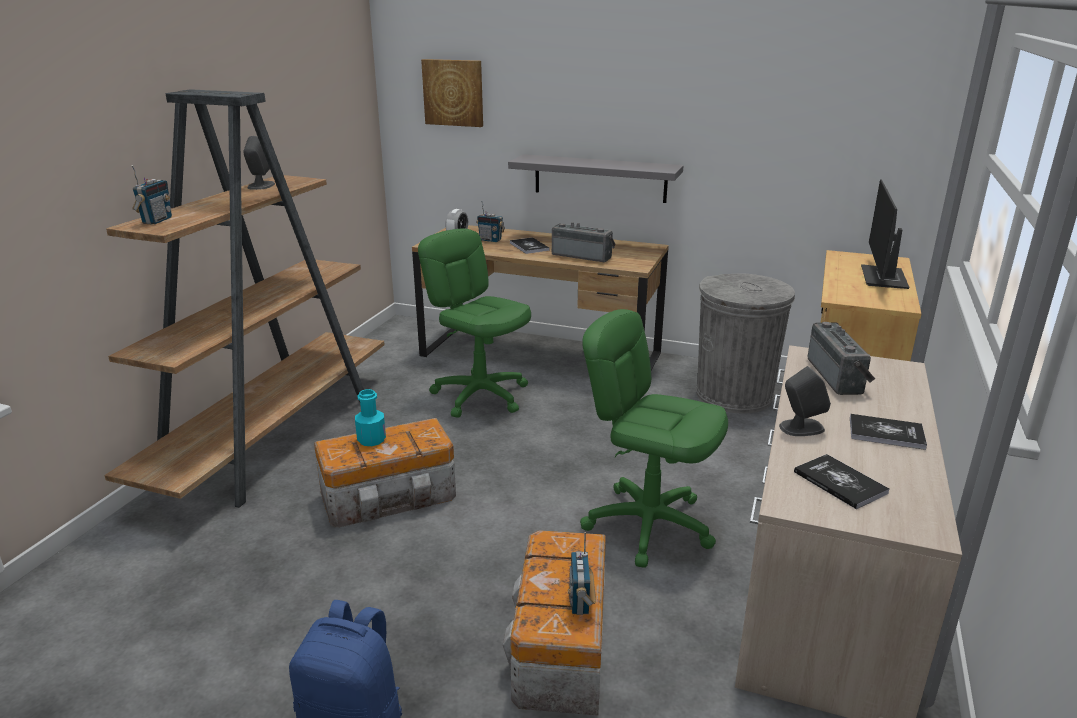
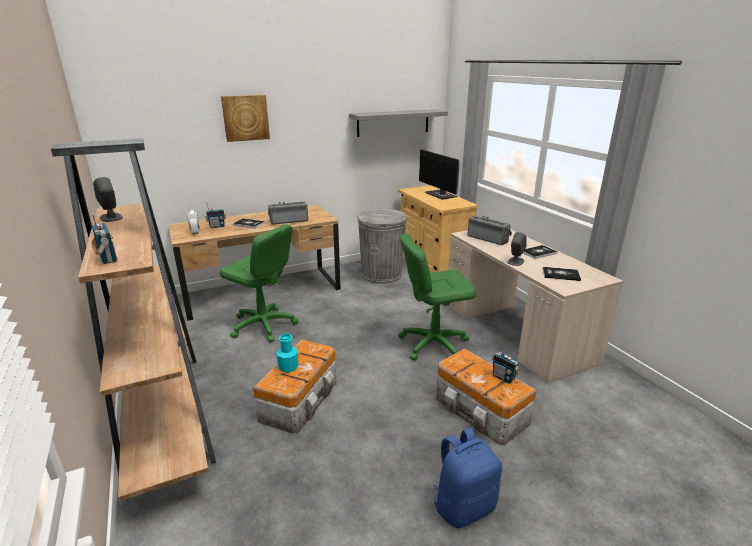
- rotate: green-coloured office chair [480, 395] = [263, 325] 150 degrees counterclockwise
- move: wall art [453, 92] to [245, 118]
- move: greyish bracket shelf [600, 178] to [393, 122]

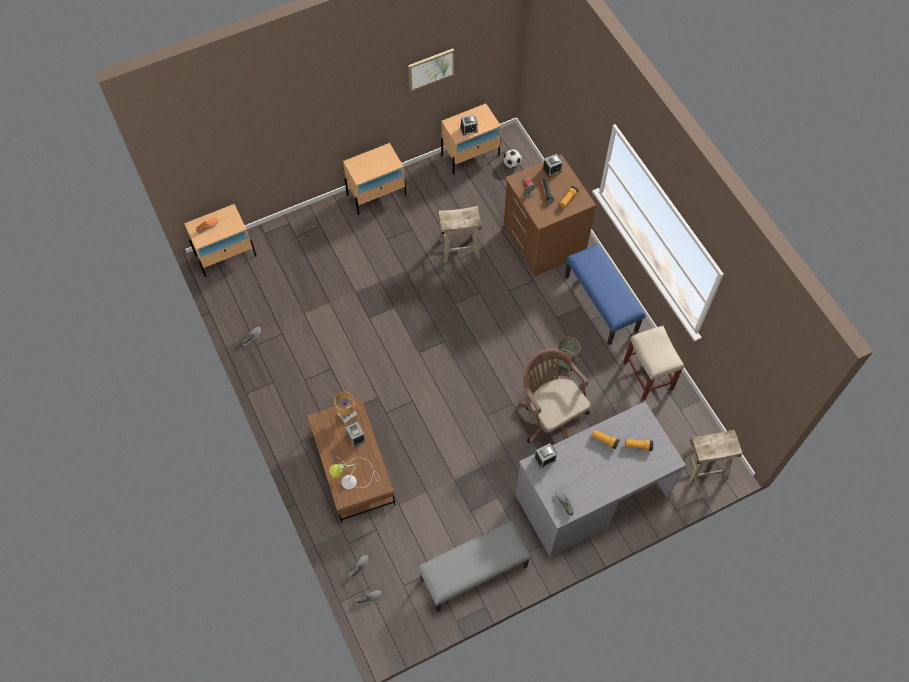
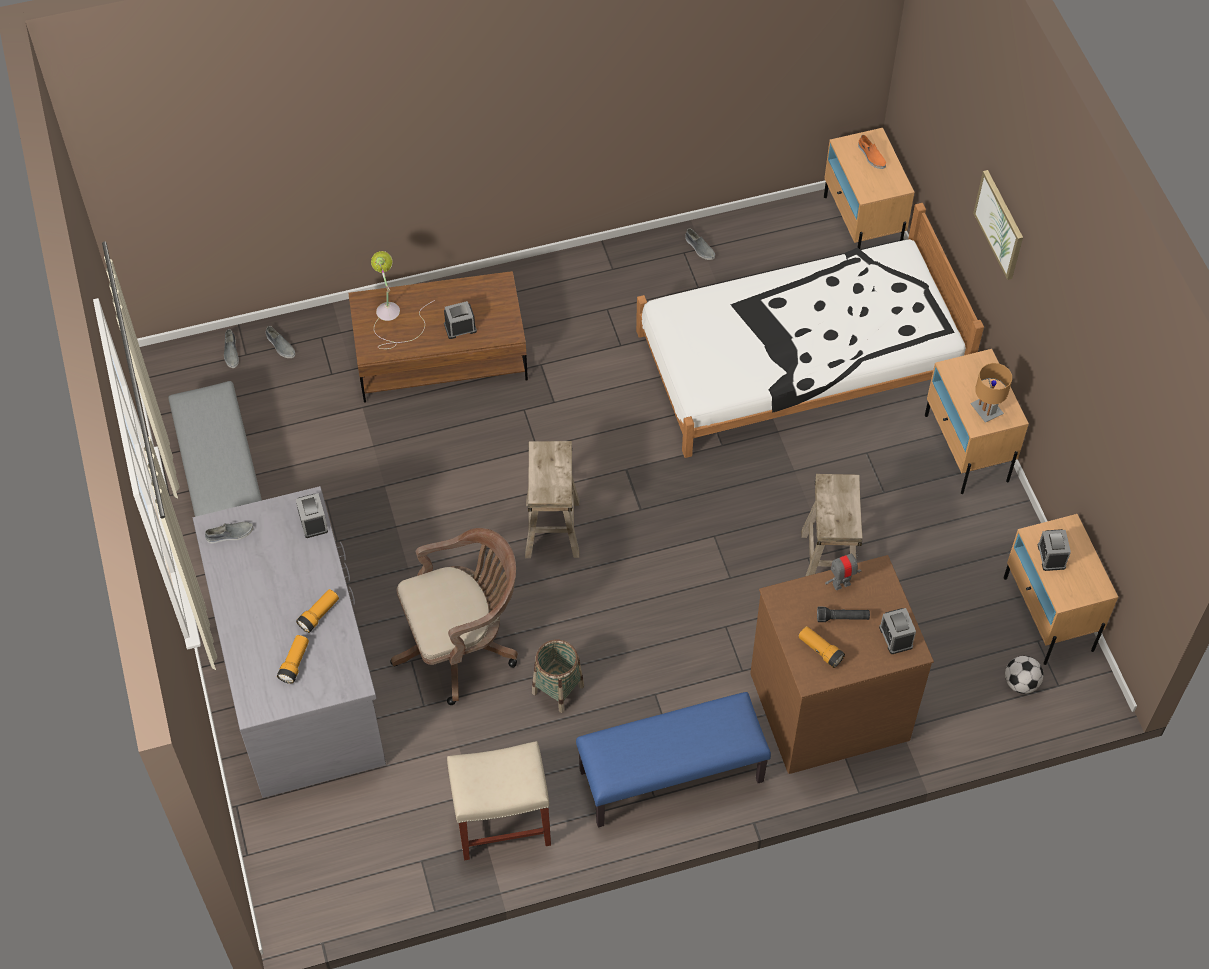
- move: brown-coloured table lamp [347, 415] to [986, 410]
- move: wall art [430, 69] to [1000, 224]
- move: sand-coloured stool [703, 468] to [551, 528]
- insert: white-coloured sleeping bed [801, 358]

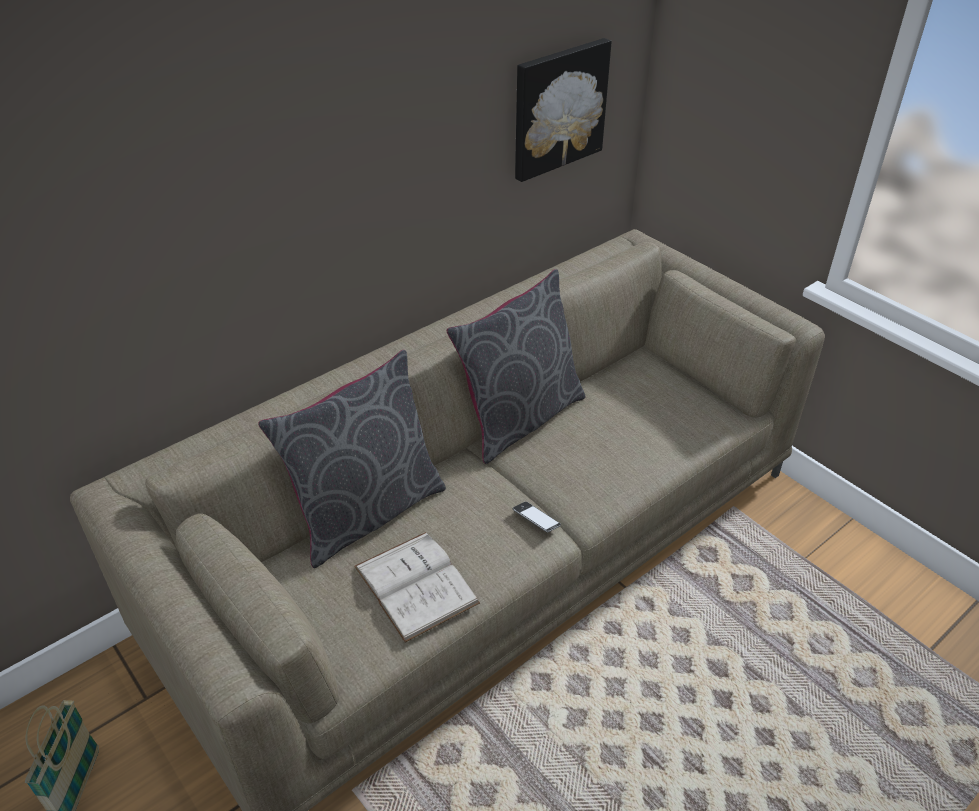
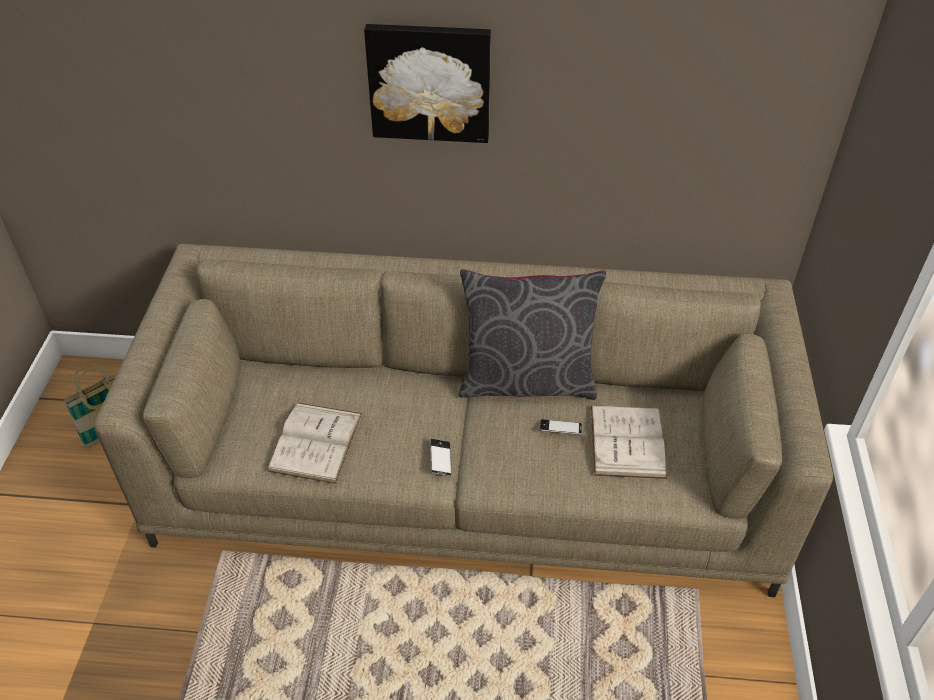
- delete: greyish throw pillow [366, 512]
- move: wall art [558, 108] to [430, 82]
- insert: phone [560, 429]
- insert: white-coloured volume [627, 441]

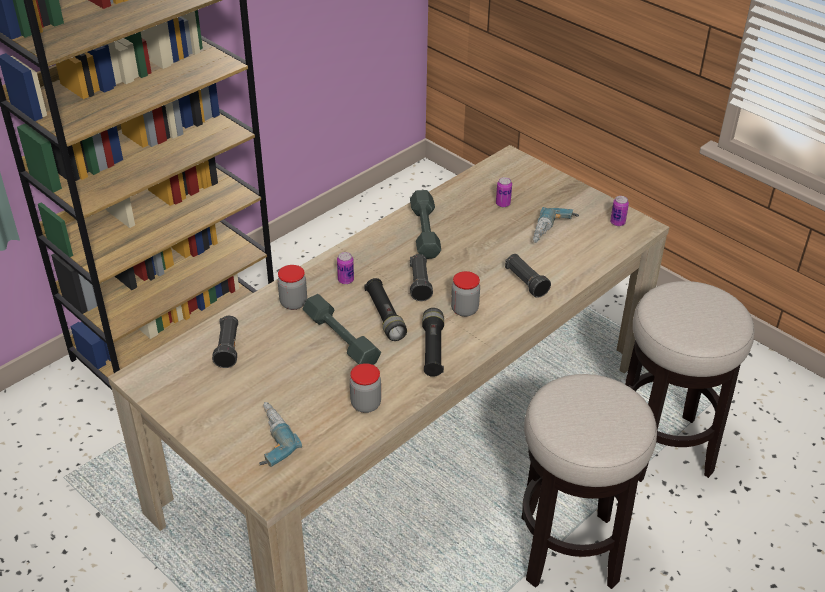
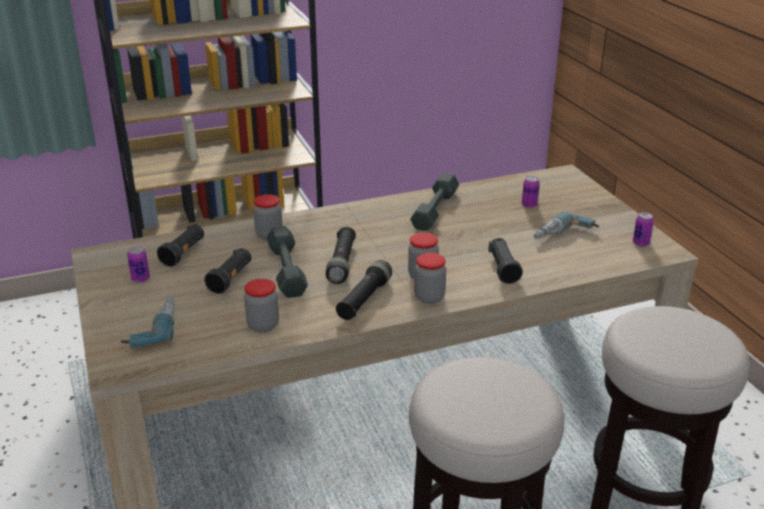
- move: sealed can [346, 280] to [140, 279]
- move: black torch [420, 284] to [231, 279]
- insert: jar [429, 297]

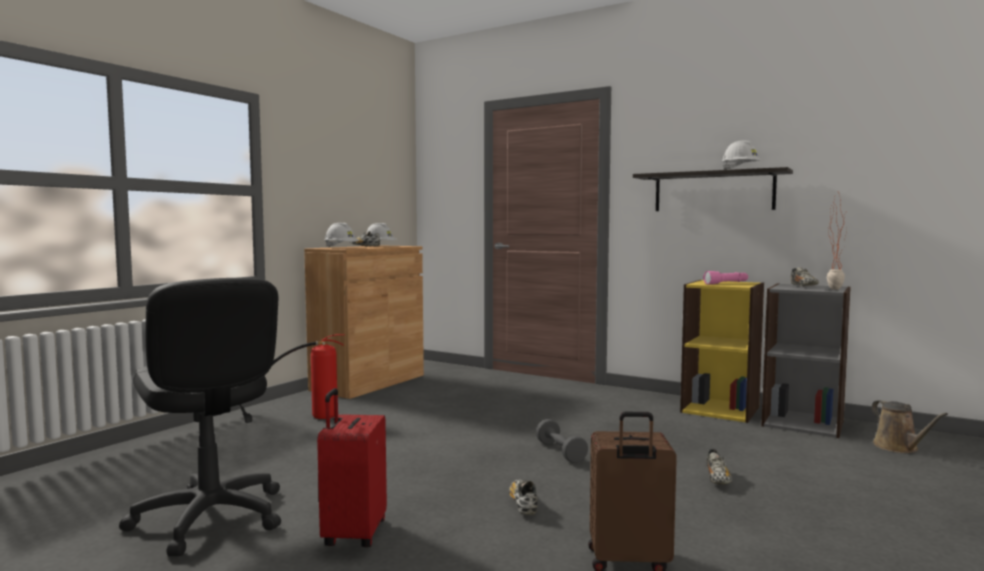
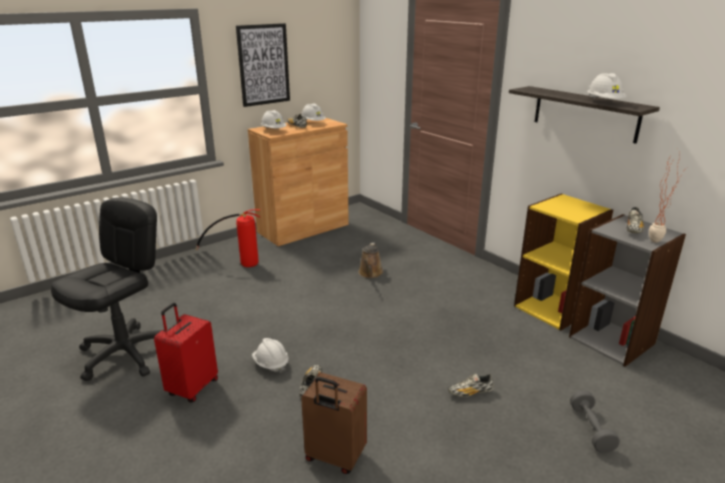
- rotate: black office chair [209, 518] = [126, 353] 135 degrees counterclockwise
- move: greyish hand weight [560, 452] to [591, 429]
- delete: pinkish torch [726, 283]
- rotate: item of footwear [717, 479] = [470, 392] 45 degrees clockwise
- move: brown-coloured sprinkling can [898, 448] to [370, 273]
- insert: wall art [263, 65]
- insert: white-coloured hard hat [271, 364]

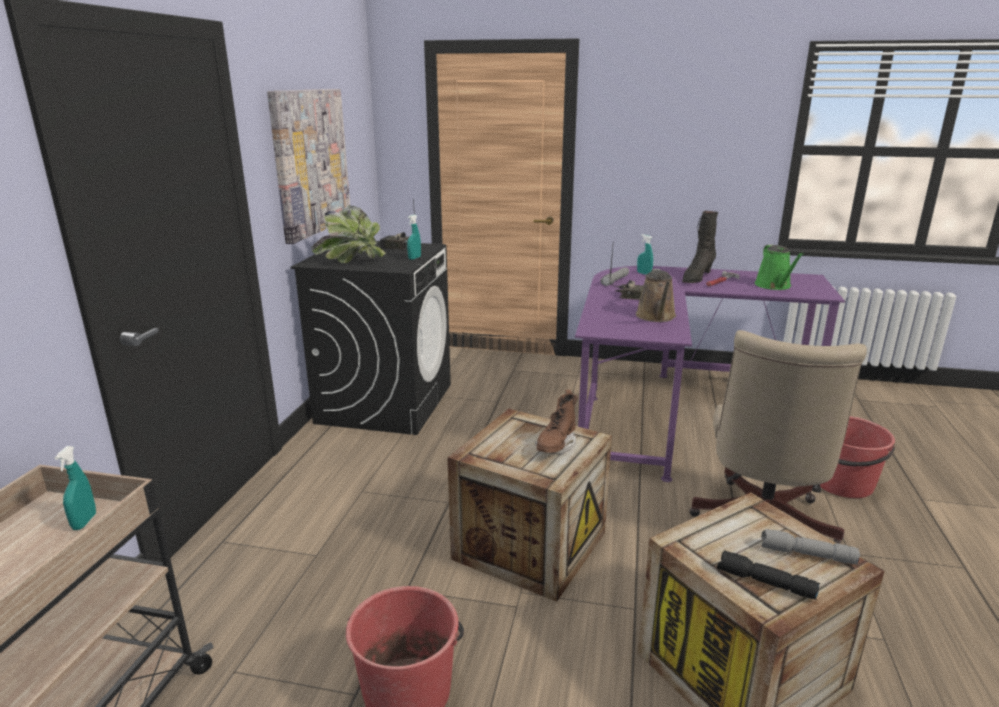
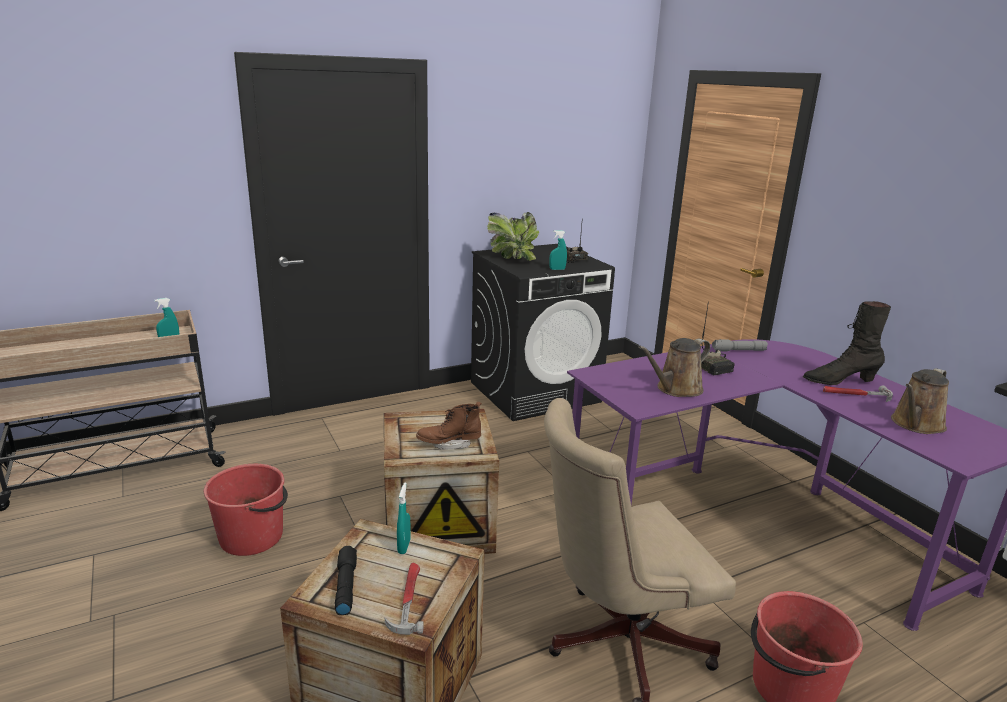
- delete: wall art [310, 162]
- move: turquoise-coloured hand sprayer [644, 273] to [404, 546]
- recolor: green-coloured sprinkling can [774, 286] to brown-coloured sprinkling can [916, 425]
- replace: greyish torch [806, 555] to hammer [407, 600]

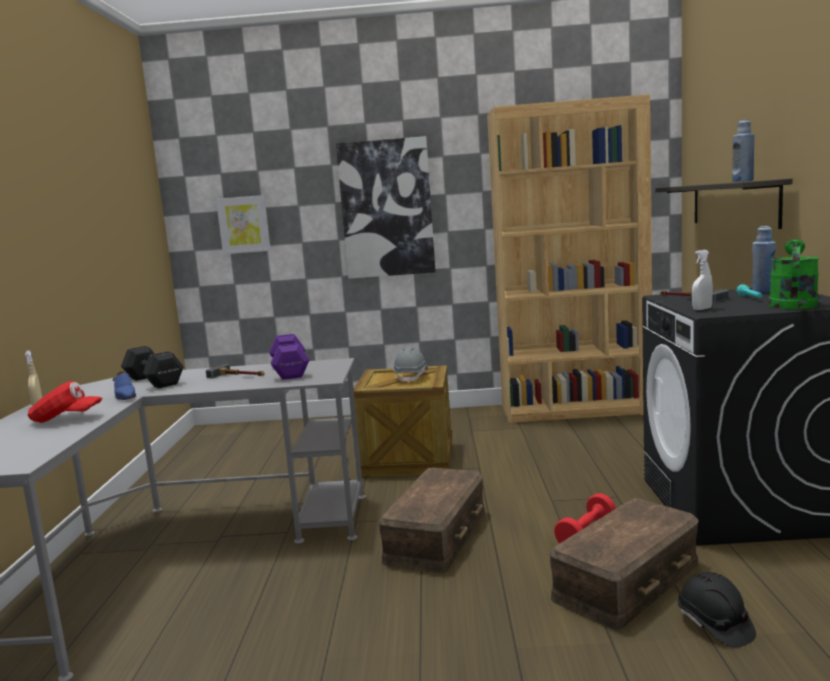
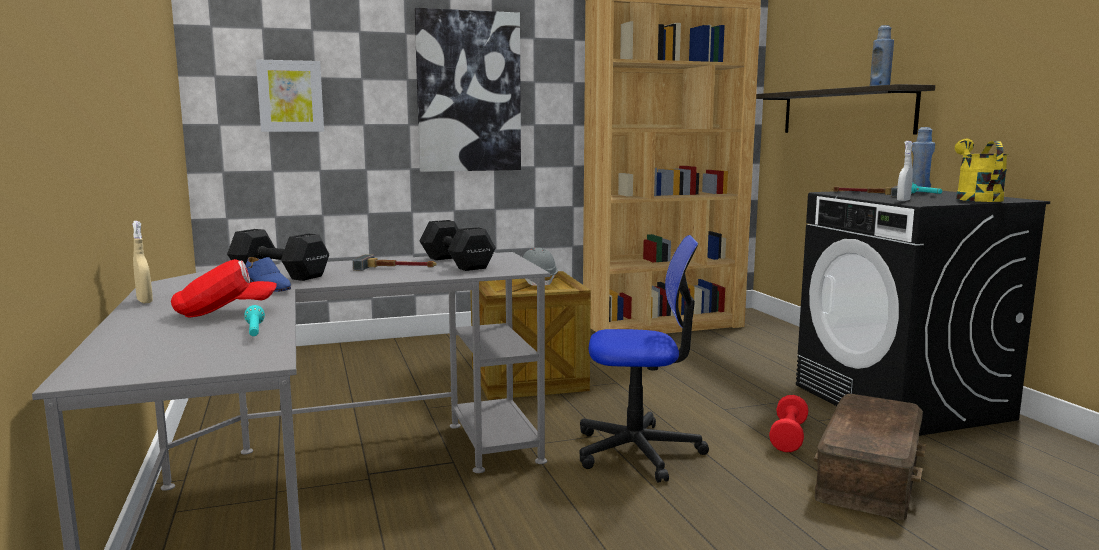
- recolor: purplish hand weight [290, 370] to black hand weight [456, 263]
- replace: brown-coloured storage container [438, 536] to office chair [638, 451]
- delete: black hard hat [714, 625]
- recolor: green-coloured sprinkling can [792, 303] to yellow sprinkling can [975, 198]
- insert: turquoise-coloured torch [255, 332]

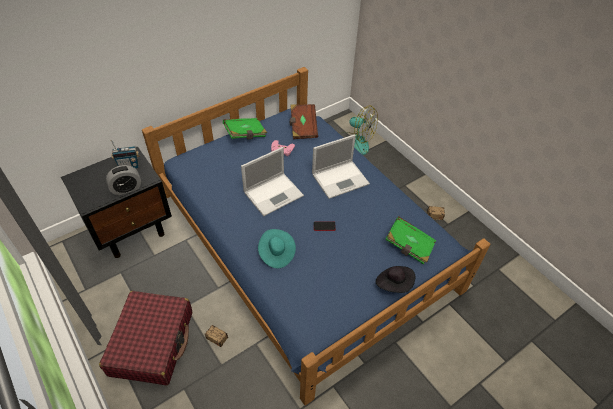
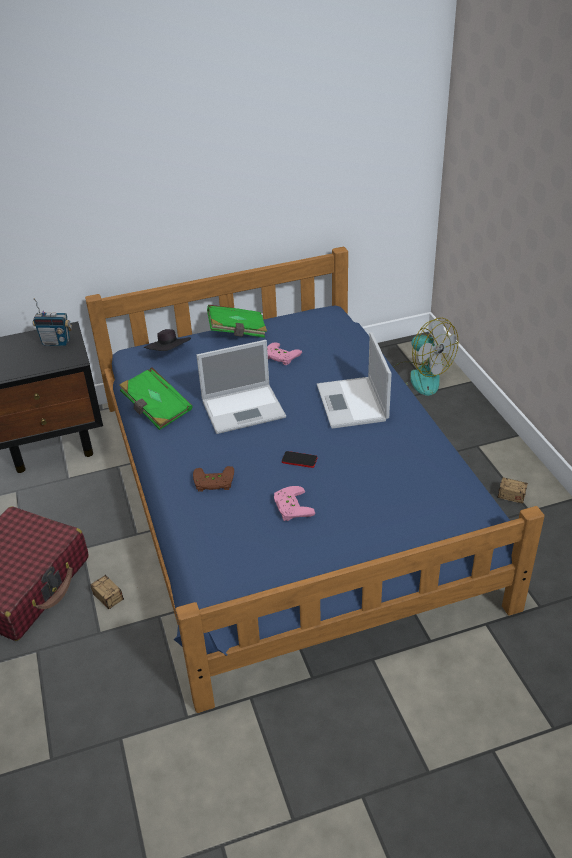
- delete: alarm clock [126, 189]
- replace: turquoise-coloured clothing hat [276, 254] to brown-coloured joypad [213, 483]
- delete: brown-coloured volume [302, 127]
- rotate: portable computer [341, 179] = [352, 404] 90 degrees clockwise
- move: black clothing hat [394, 284] to [169, 354]
- move: green-coloured volume [409, 246] to [156, 409]
- insert: pinkish joypad [290, 507]

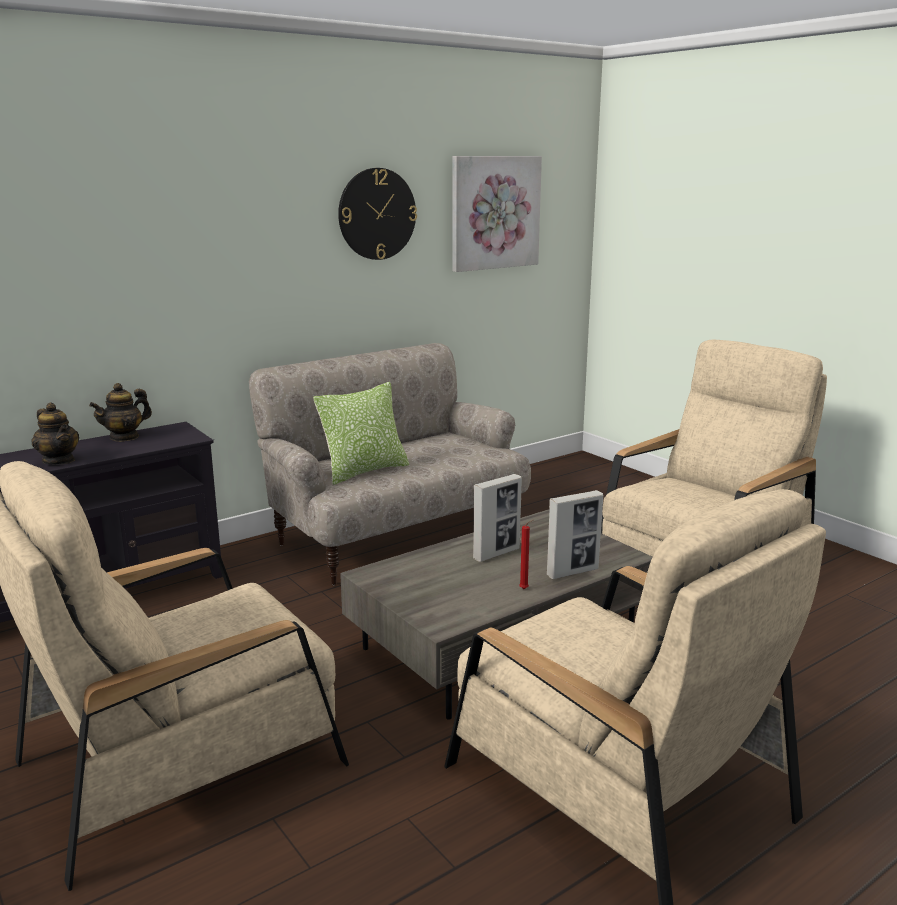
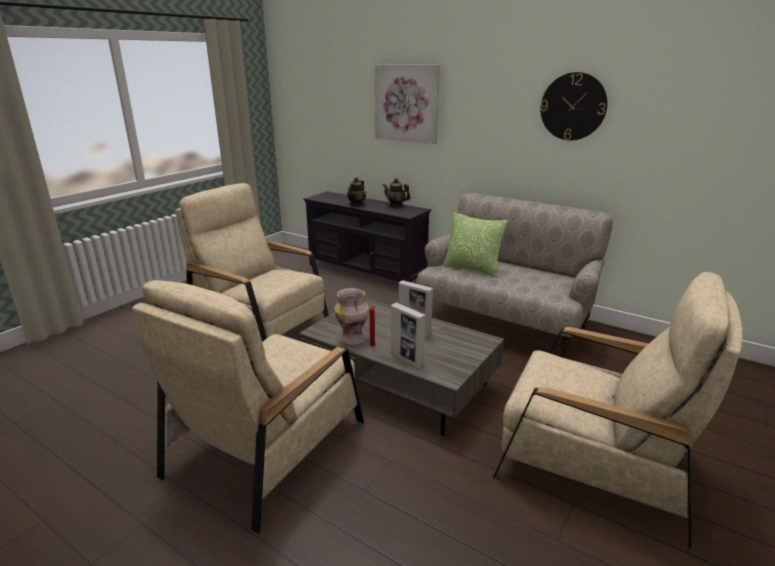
- move: wall art [494, 212] to [407, 103]
- insert: vase [353, 338]

